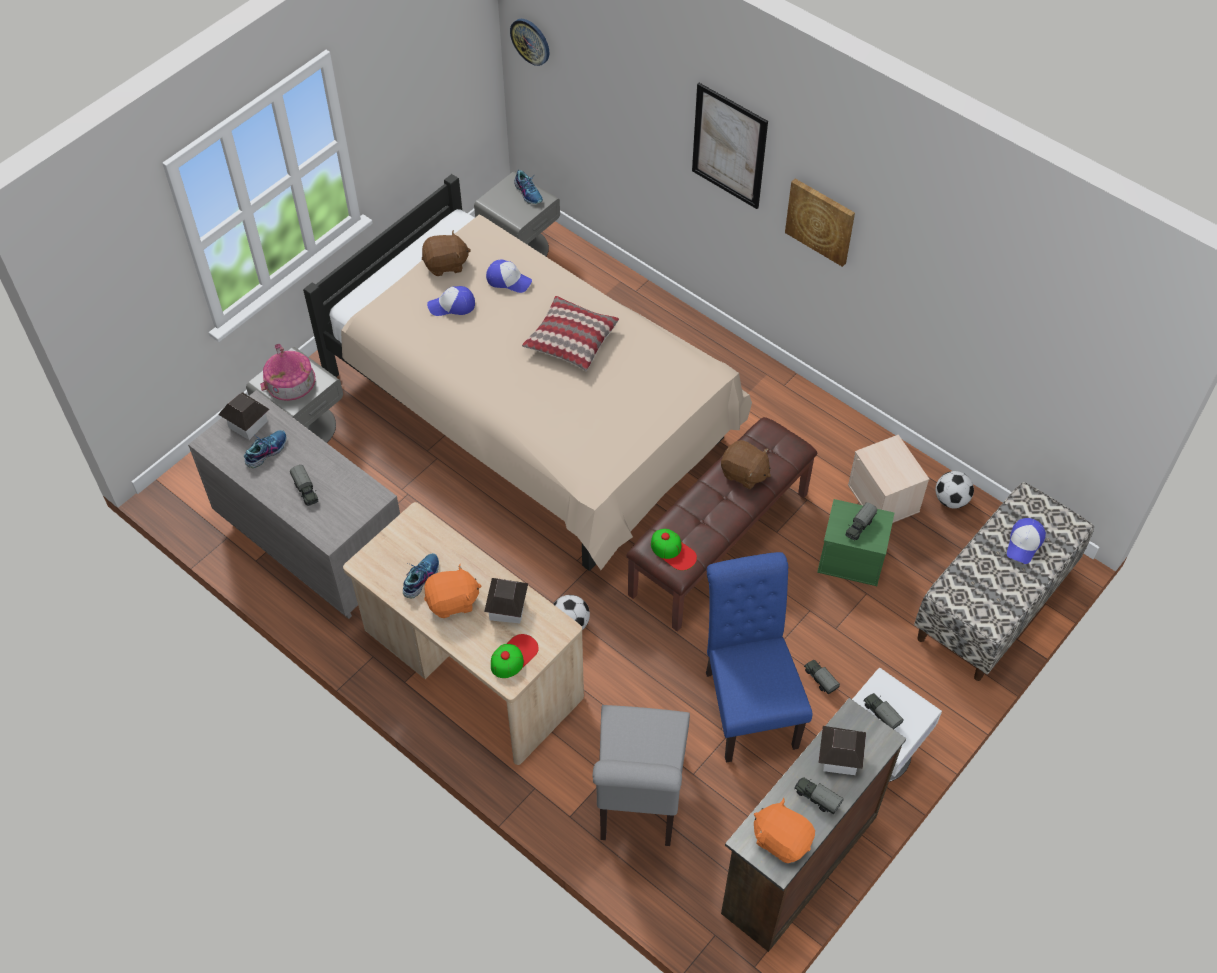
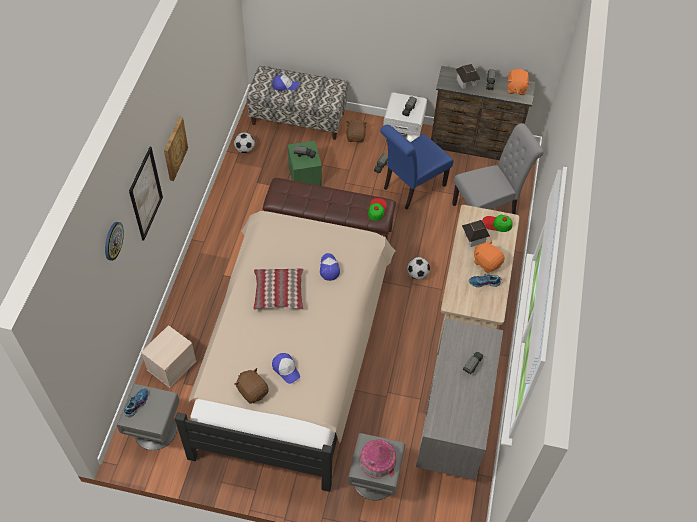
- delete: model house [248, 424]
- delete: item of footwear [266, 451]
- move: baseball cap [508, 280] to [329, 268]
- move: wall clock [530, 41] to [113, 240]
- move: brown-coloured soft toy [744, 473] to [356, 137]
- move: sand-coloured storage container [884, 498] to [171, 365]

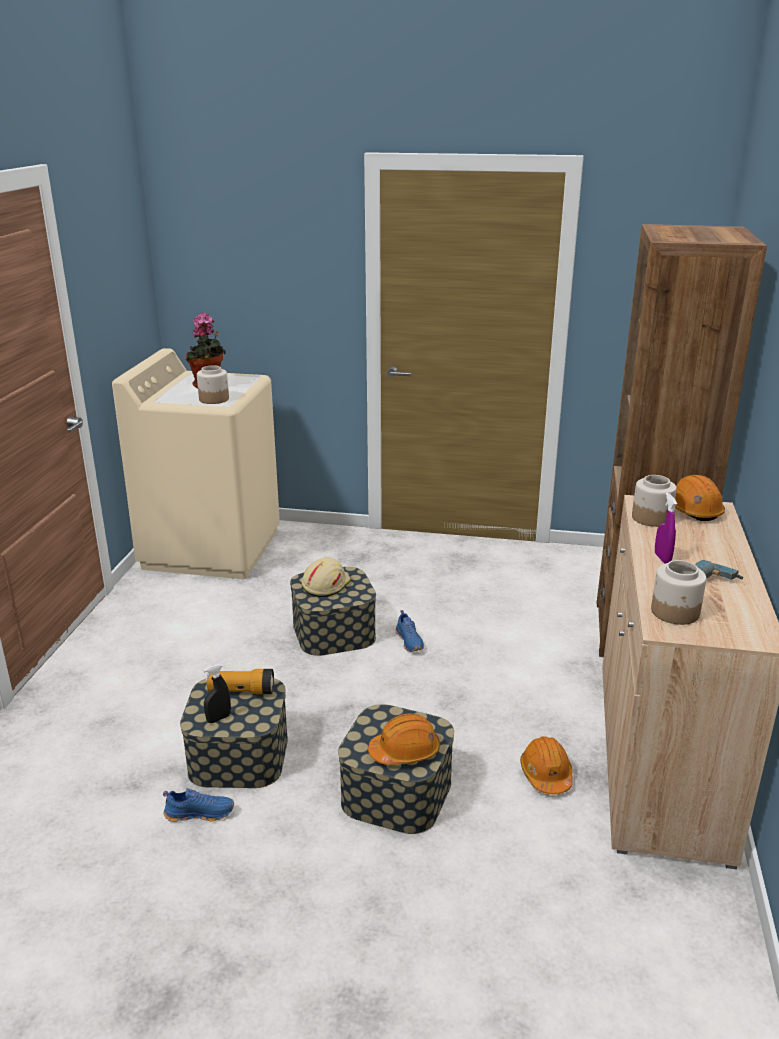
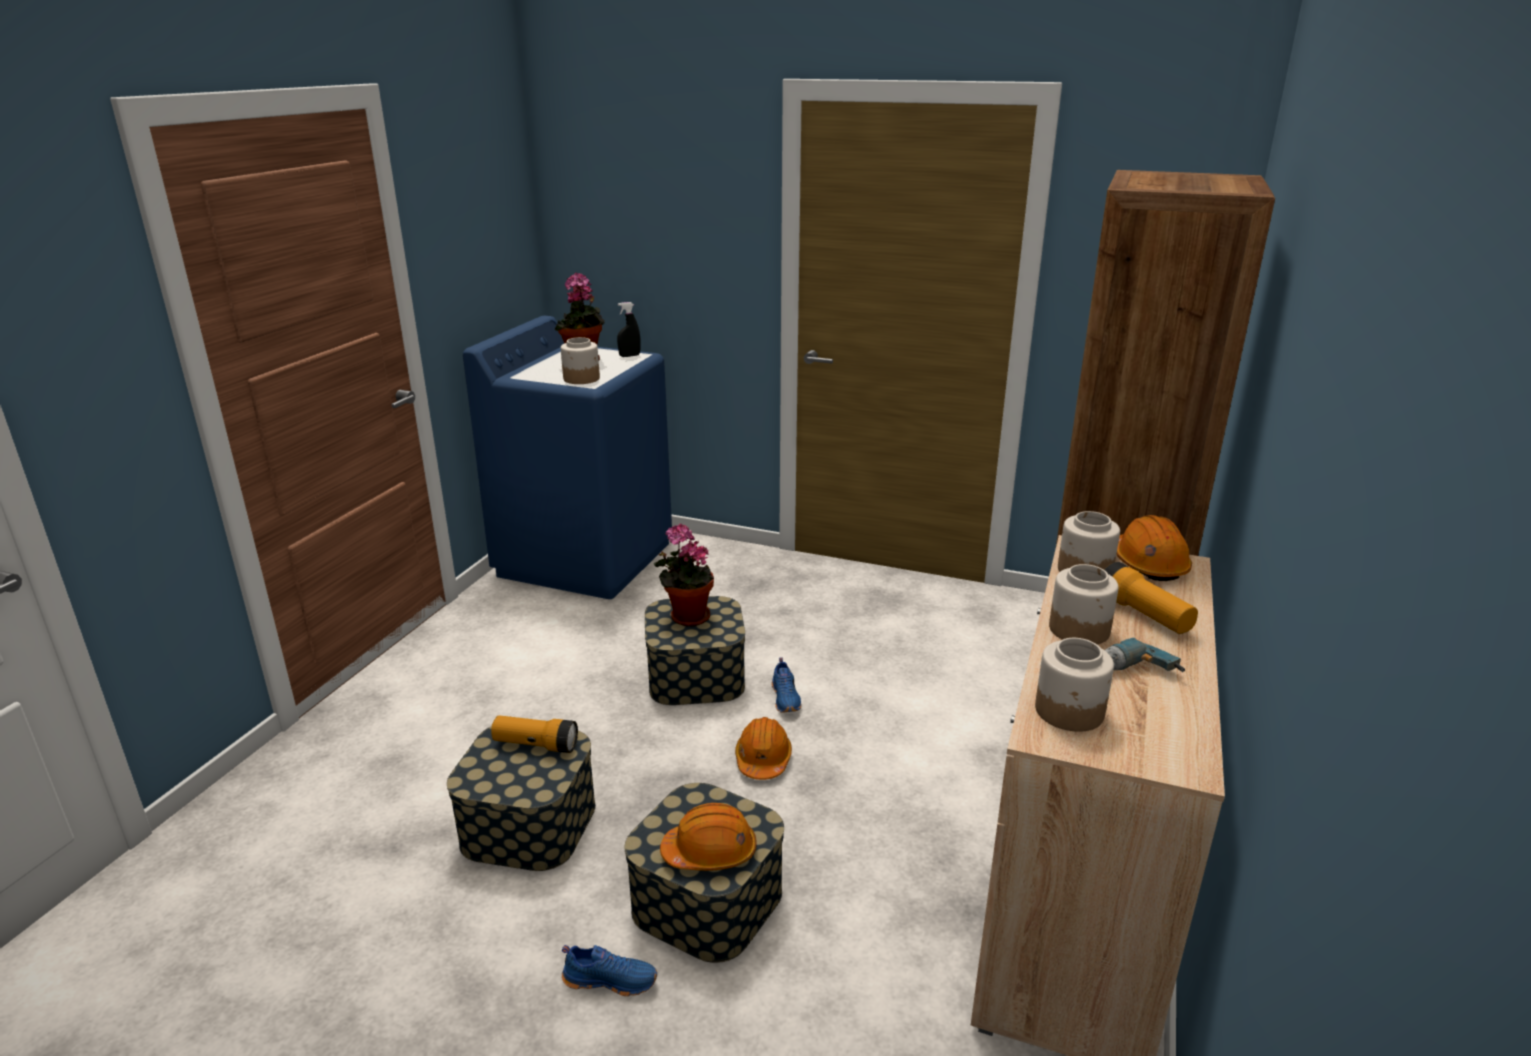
- recolor: sand-coloured washing machine [211, 548] to blue washing machine [585, 558]
- move: blue item of footwear [200, 812] to [611, 979]
- move: black hand sprayer [218, 718] to [629, 356]
- replace: sand-coloured hard hat [325, 585] to plant in a pot [686, 617]
- move: orange hard hat [546, 774] to [763, 759]
- replace: purplish hand sprayer [662, 558] to jar [1079, 629]
- insert: torch [1144, 615]

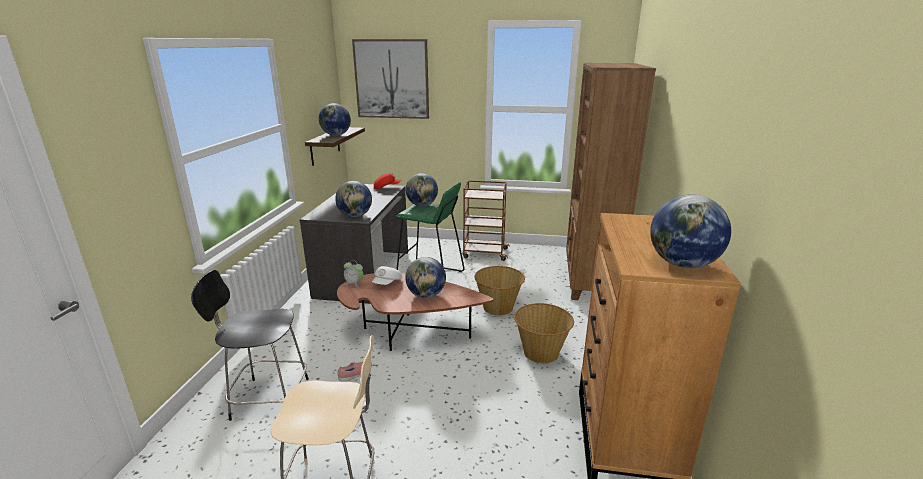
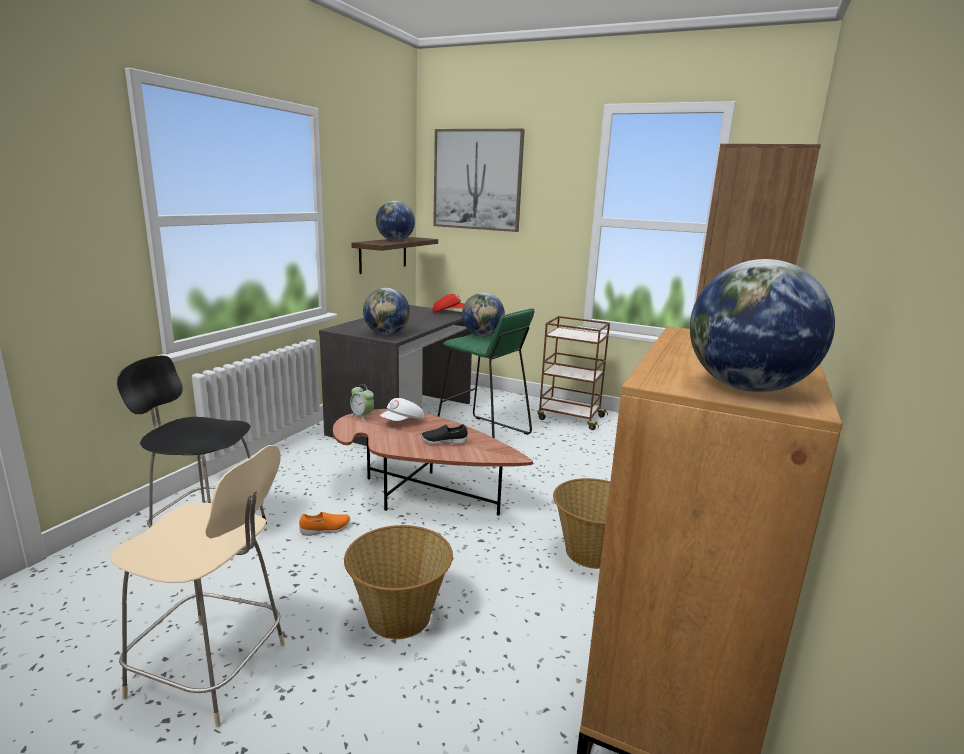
- recolor: pinkish item of footwear [356, 375] to orange item of footwear [325, 530]
- replace: desk globe [426, 295] to black item of footwear [444, 442]
- move: household basket [498, 307] to [399, 617]

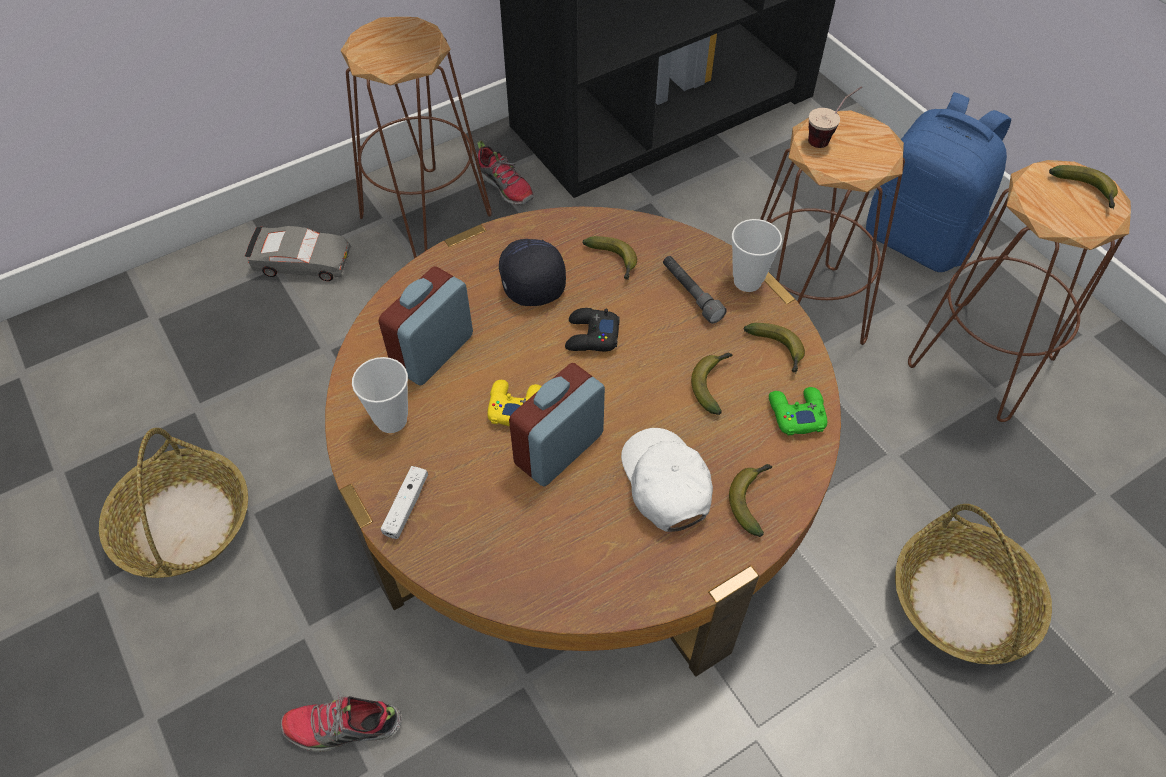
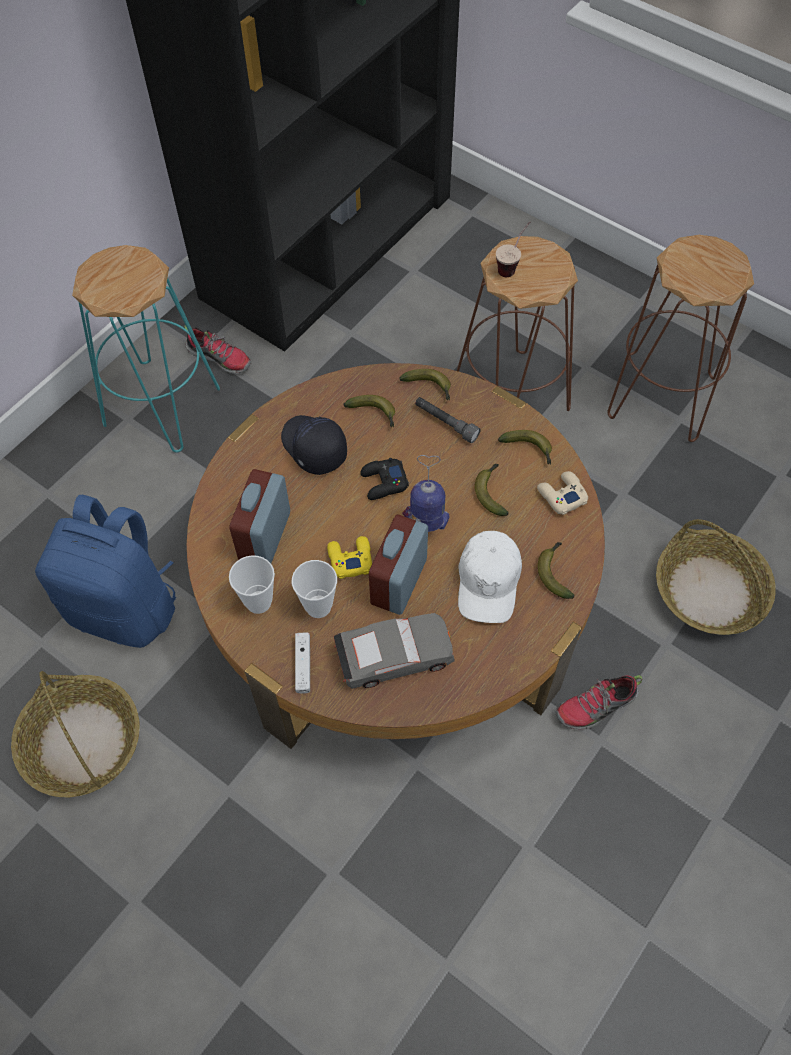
- move: greyish miniature car [302, 262] to [394, 655]
- move: item of footwear [343, 727] to [596, 706]
- recolor: brown-coloured stool [426, 215] to turquoise-coloured stool [162, 405]
- rotate: white-coloured baseball cap [665, 484] = [488, 582] 135 degrees counterclockwise
- move: drinking cup [747, 281] to [318, 606]
- recolor: green-coloured joypad [796, 413] to sand-coloured joypad [561, 495]
- move: blue rucksack [918, 239] to [125, 607]
- move: whole banana [1085, 191] to [430, 387]
- insert: toy robot [428, 527]

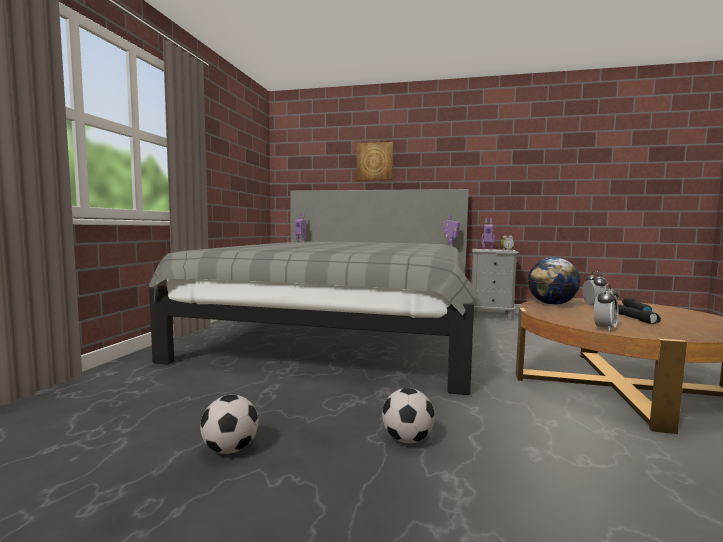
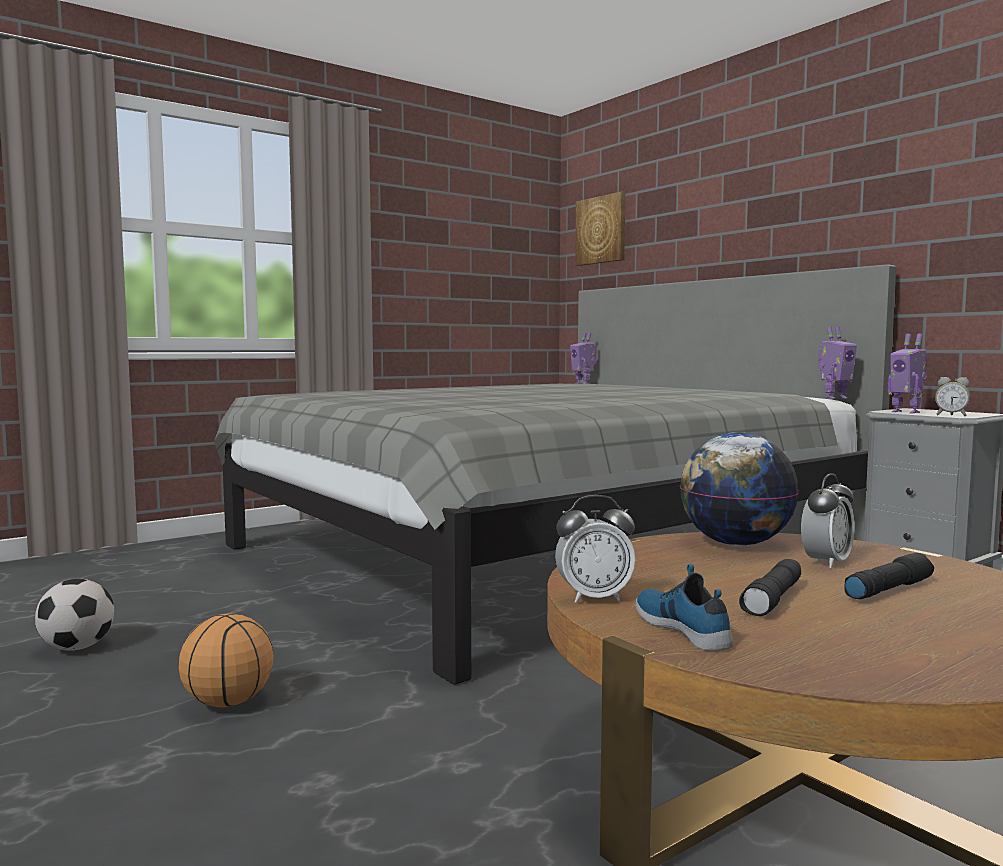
- move: wall art [374, 161] to [601, 230]
- replace: football ball [407, 439] to basketball [228, 703]
- insert: item of footwear [683, 628]

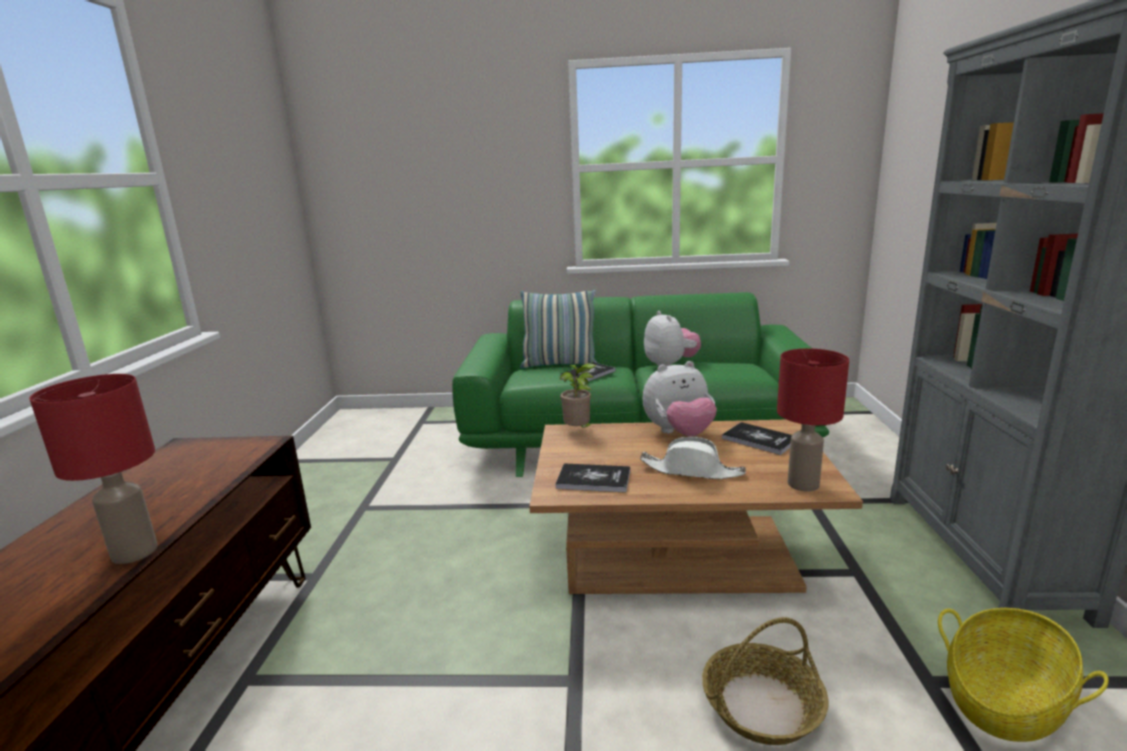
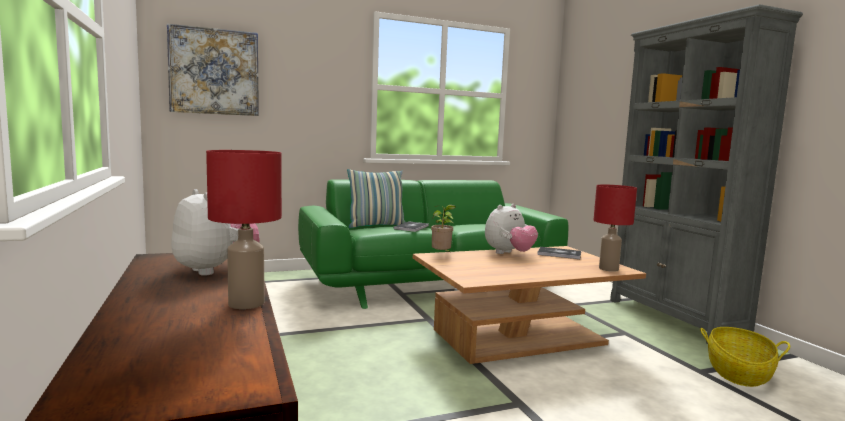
- delete: volume [593, 479]
- delete: white-coloured clothing hat [692, 471]
- move: soft toy [670, 365] to [214, 270]
- delete: household basket [761, 706]
- insert: wall art [214, 72]

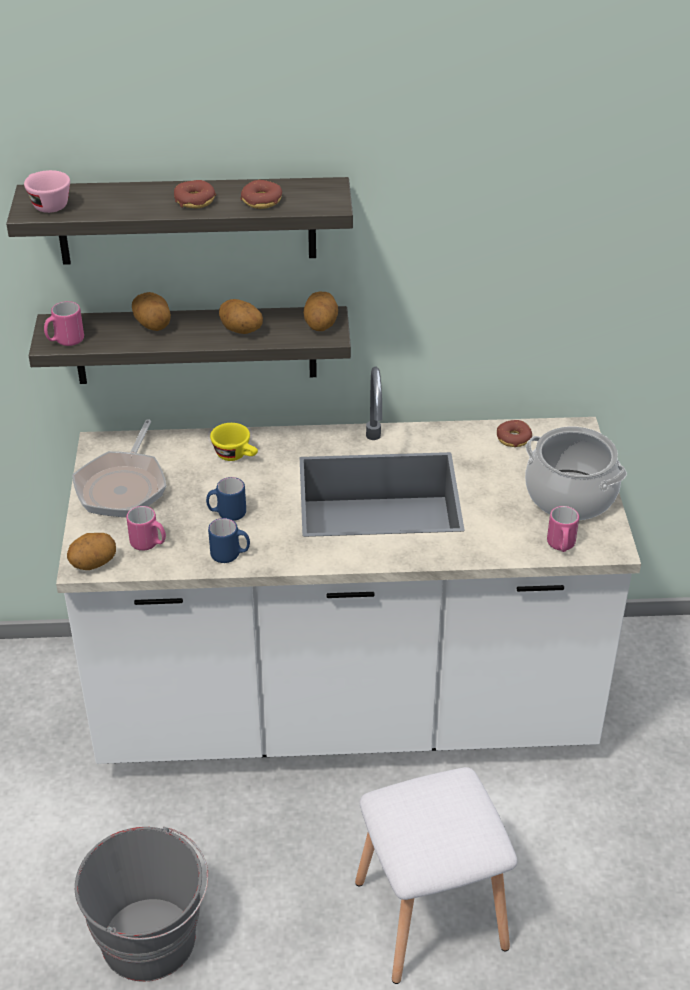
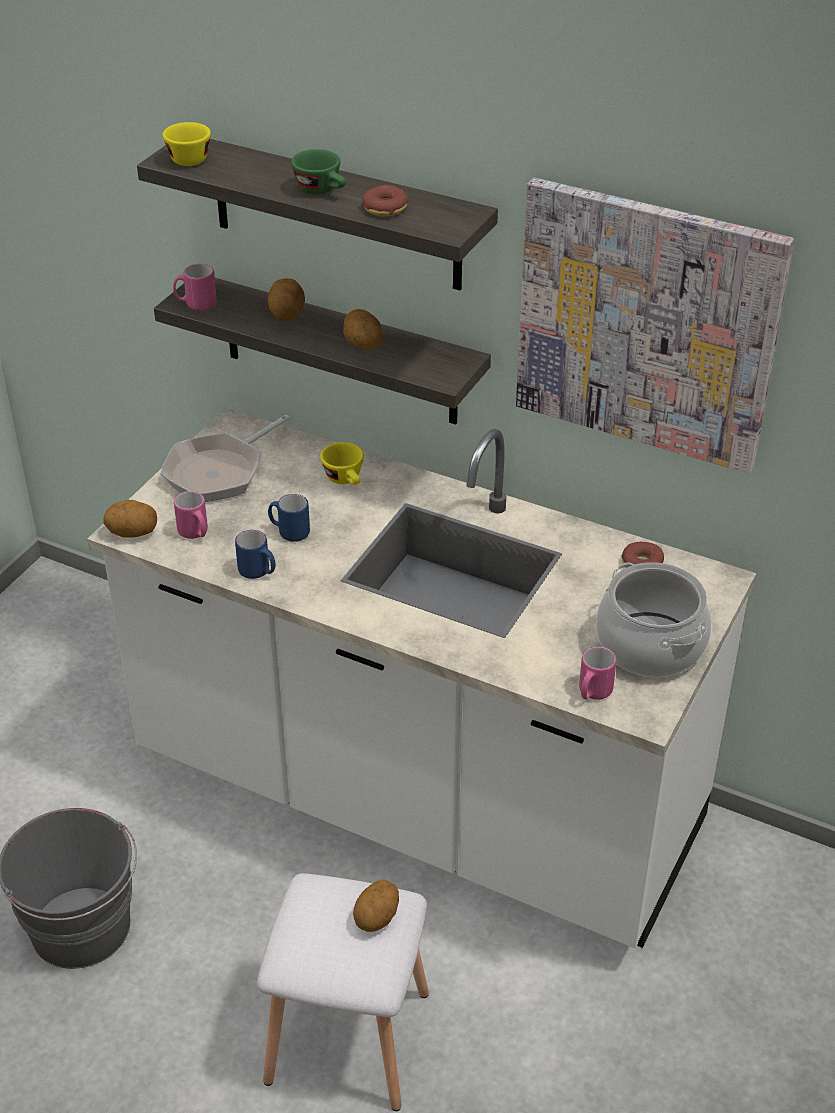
- recolor: pinkish drinking cup [47, 204] to yellow drinking cup [188, 157]
- replace: doughnut [195, 201] to green-coloured drinking cup [322, 190]
- move: whole potato [321, 325] to [377, 918]
- insert: wall art [646, 324]

